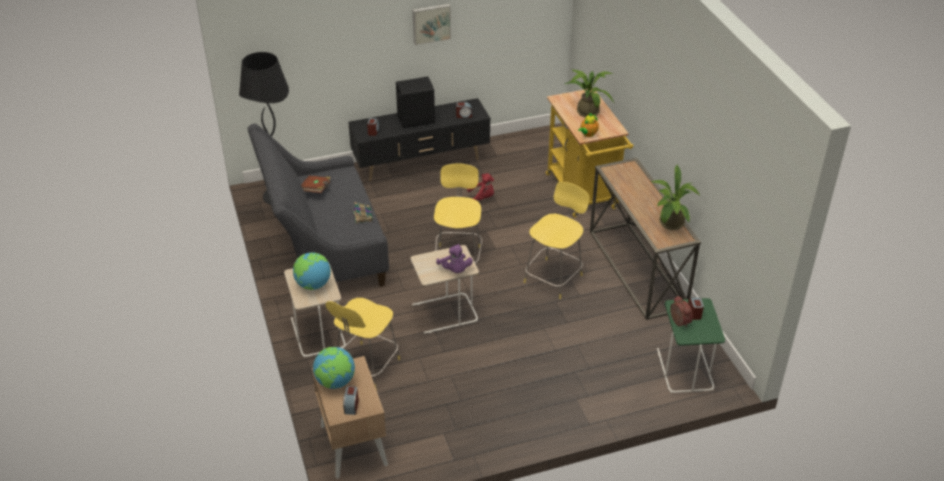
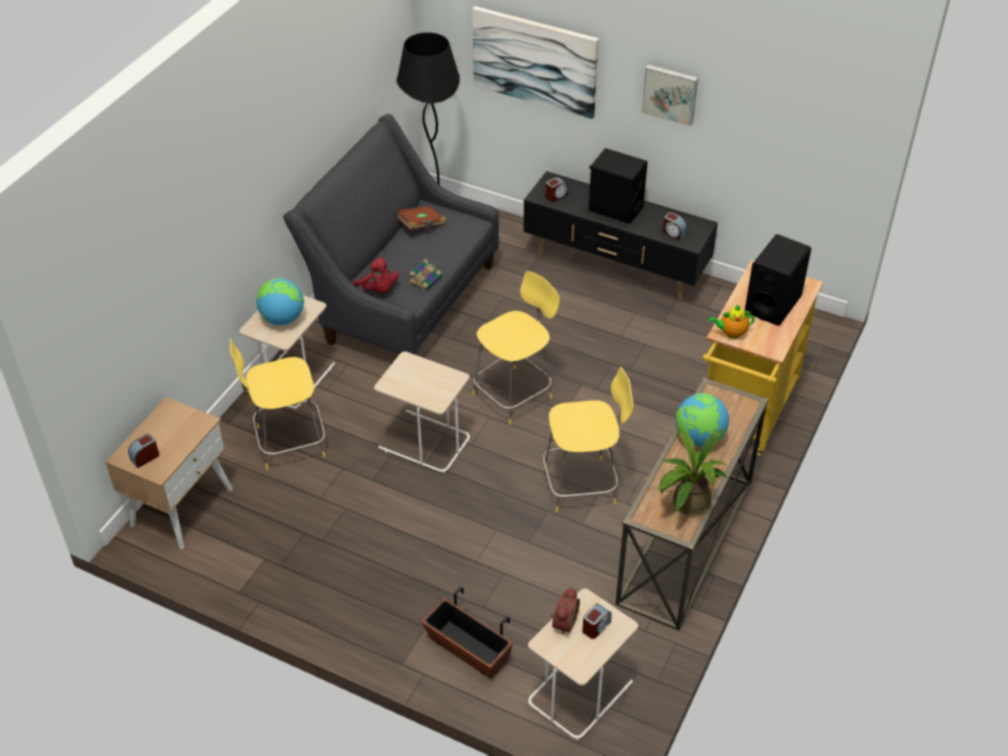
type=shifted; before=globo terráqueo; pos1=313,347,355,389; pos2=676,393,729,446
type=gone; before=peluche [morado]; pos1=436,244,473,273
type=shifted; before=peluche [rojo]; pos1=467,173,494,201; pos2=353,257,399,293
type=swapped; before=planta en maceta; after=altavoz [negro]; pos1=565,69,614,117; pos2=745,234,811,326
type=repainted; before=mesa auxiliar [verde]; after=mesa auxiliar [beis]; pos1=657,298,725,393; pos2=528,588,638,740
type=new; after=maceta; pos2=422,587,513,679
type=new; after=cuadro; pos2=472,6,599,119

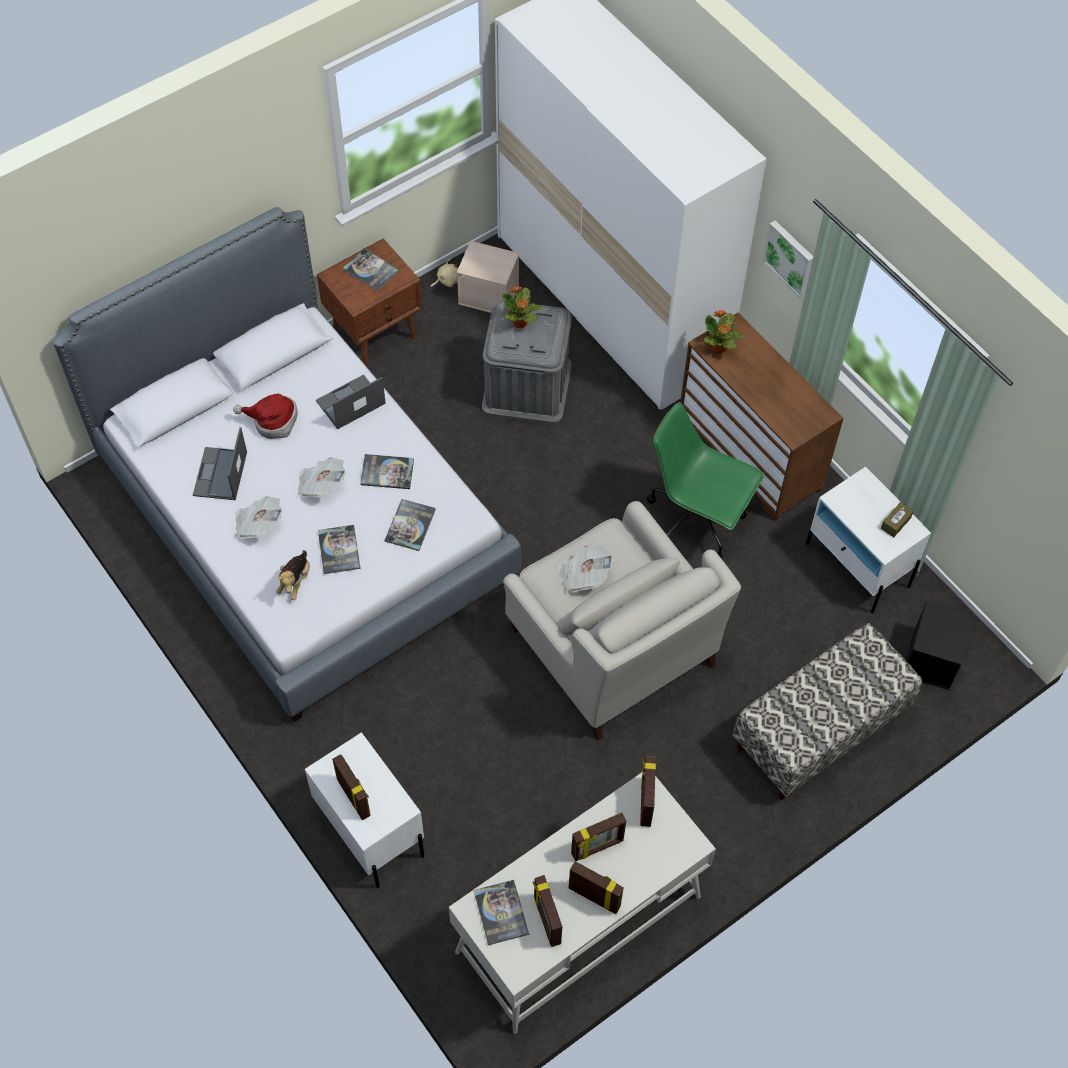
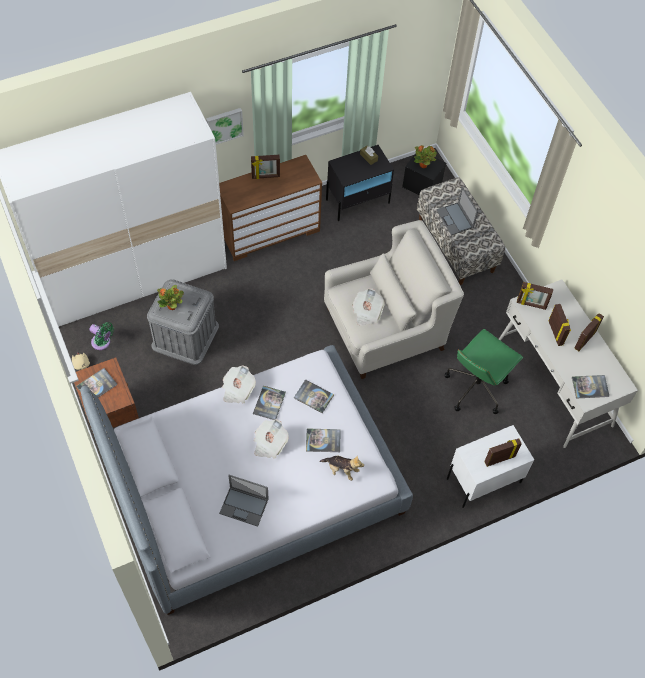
type=gone; before=sombrero; pos1=233,394,298,439
type=shifted; before=periódico; pos1=235,496,282,538; pos2=222,366,256,404
type=shifted; before=portátil; pos1=316,374,386,430; pos2=436,186,478,235
type=swapped; before=caja de almacenaje [beis]; after=ventilador [verde]; pos1=456,241,519,313; pos2=89,322,114,350
type=shifted; before=portarretratos; pos1=533,875,562,947; pos2=251,155,280,179
type=shifted; before=silla de oficina [verde]; pos1=647,402,765,559; pos2=445,329,523,414
type=shifted; before=planta en maceta; pos1=704,310,744,354; pos2=414,145,437,168
type=repainted; before=mesita de noche [blanco]; after=mesita de noche [negro]; pos1=806,467,931,613; pos2=326,145,394,221

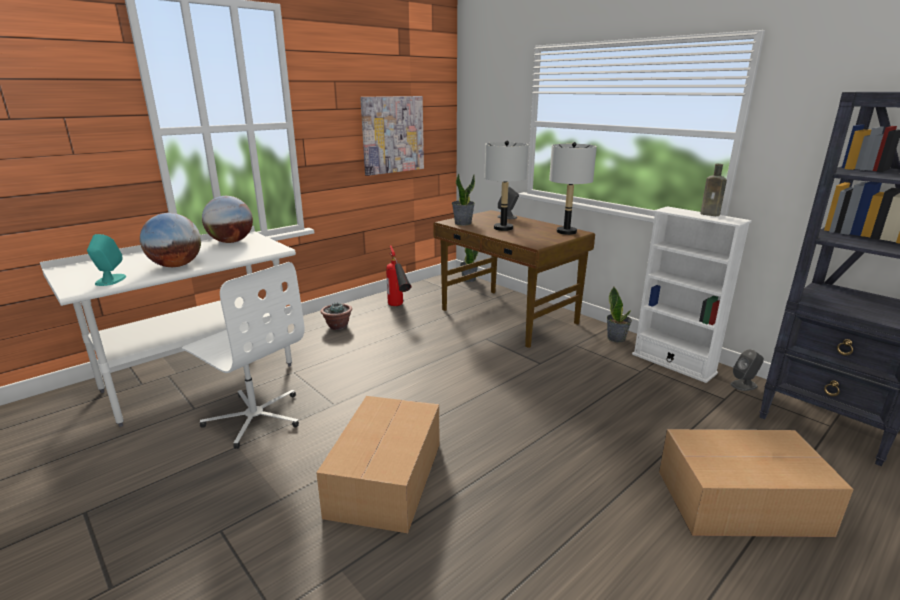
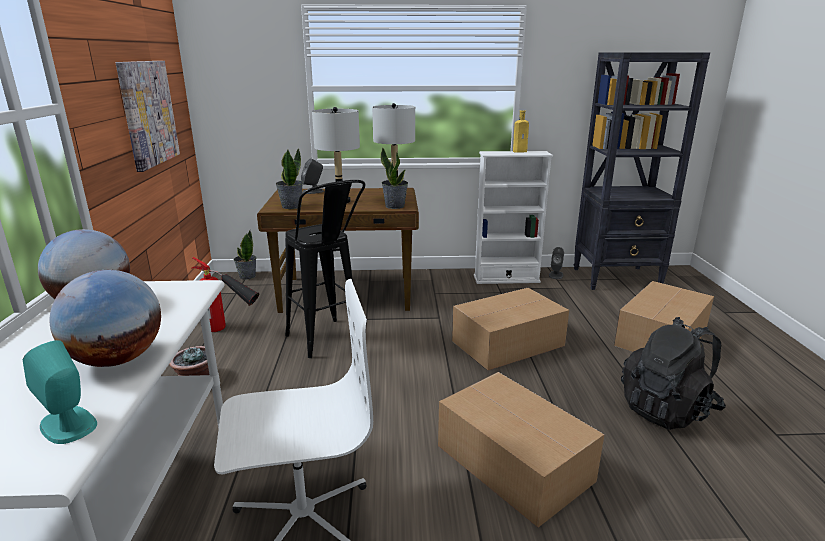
type=shifted; before=planta en maceta; pos1=607,287,632,343; pos2=380,147,408,209
type=repainted; before=botella [marrón]; after=botella [amarillo]; pos1=700,164,727,216; pos2=513,110,529,153
type=new; after=taburete [negro]; pos2=285,180,365,358
type=new; after=caja de cartón; pos2=452,288,569,371
type=new; after=mochila [negro]; pos2=621,317,726,430

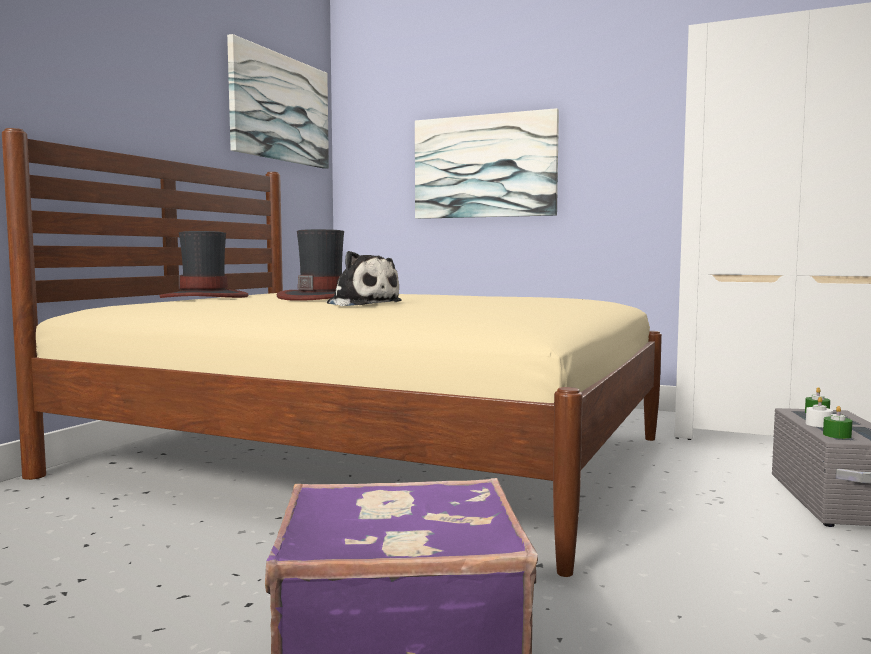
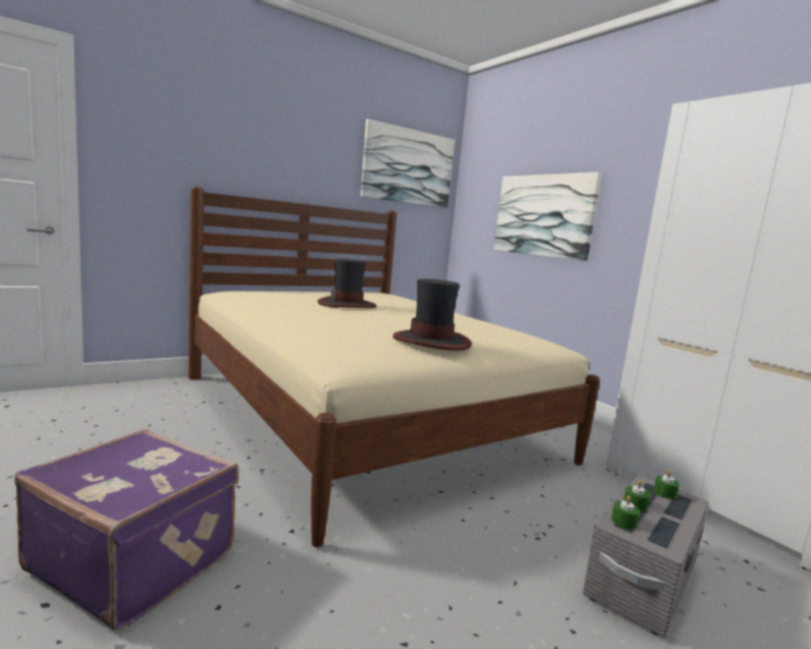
type=shifted; before=sombrero; pos1=159,231,248,298; pos2=393,279,472,351
type=gone; before=peluche; pos1=326,251,402,306
type=repainted; before=vela [blanco]; after=vela [verde]; pos1=806,397,833,427; pos2=624,480,650,511

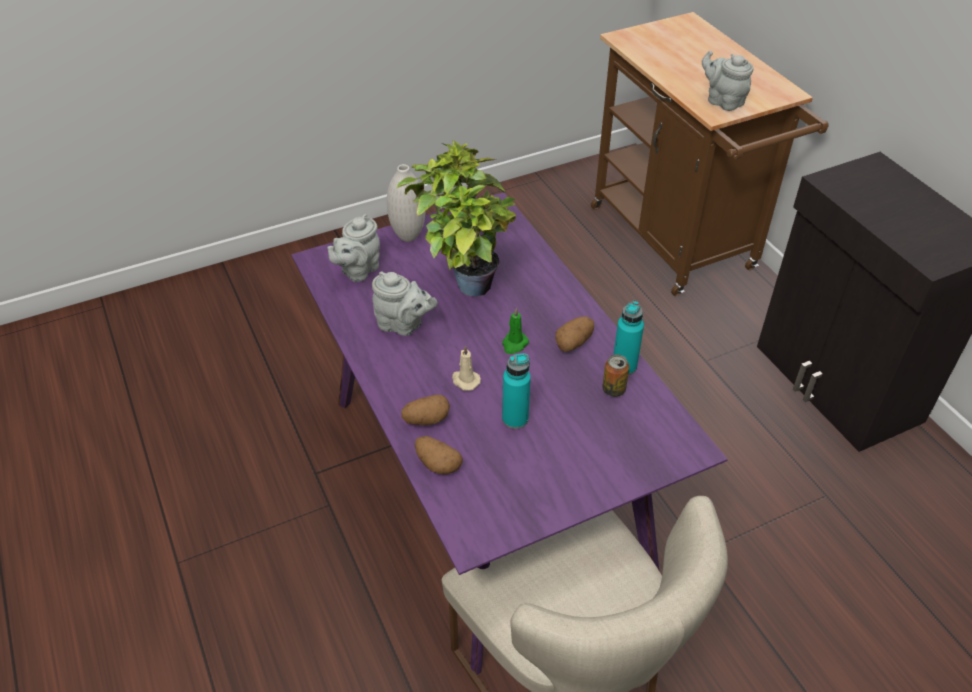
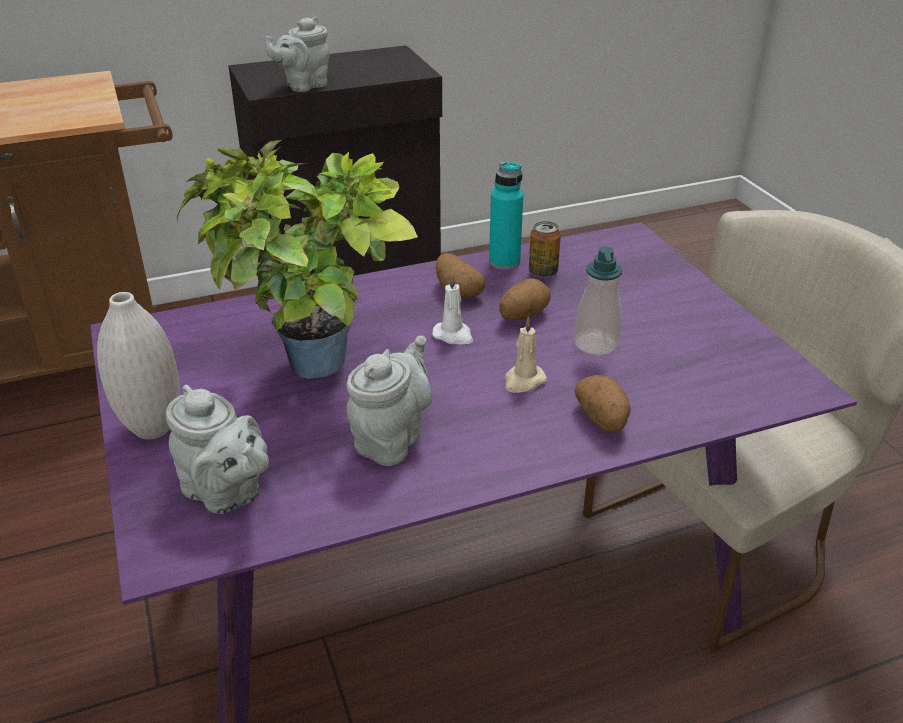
type=shifted; before=patata; pos1=415,436,463,475; pos2=499,278,551,321
type=repainted; before=vela [verde]; after=vela [blanco]; pos1=502,308,529,354; pos2=432,273,473,345
type=swapped; before=botella [turquesa]; after=dispensador de jabón; pos1=502,353,531,429; pos2=574,246,622,355
type=shifted; before=tetera [gris]; pos1=702,50,754,111; pos2=265,17,329,92

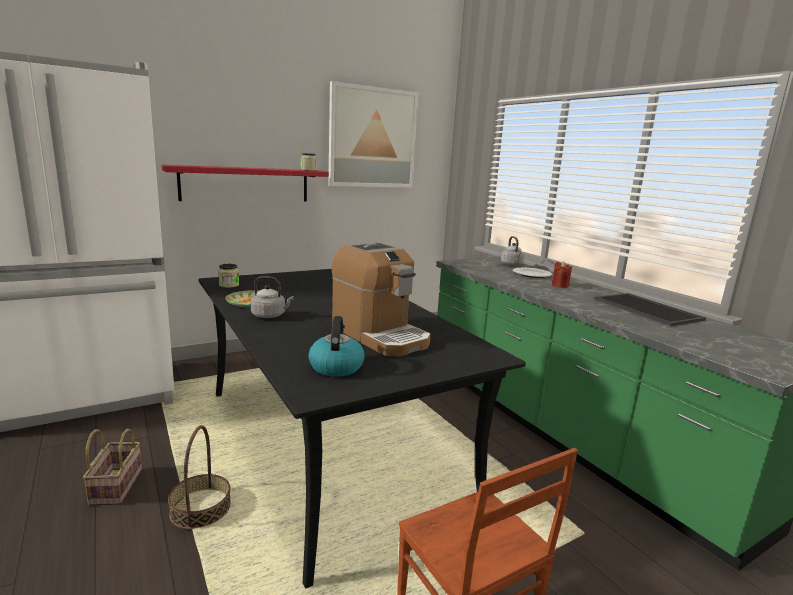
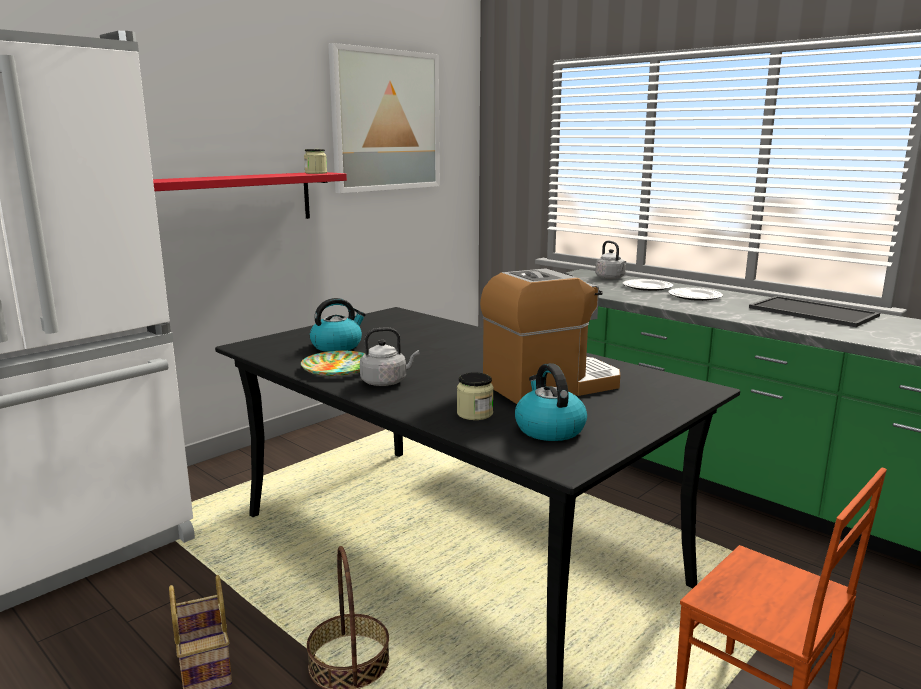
type=shifted; before=tarro; pos1=218,264,239,288; pos2=457,372,494,420
type=rotated; before=cafetera; pos1=332,242,431,356; pos2=480,268,620,404; turn=-60
type=swapped; before=vela [rojo]; after=plato; pos1=552,261,572,288; pos2=668,288,723,301
type=new; after=hervidor; pos2=310,298,366,352

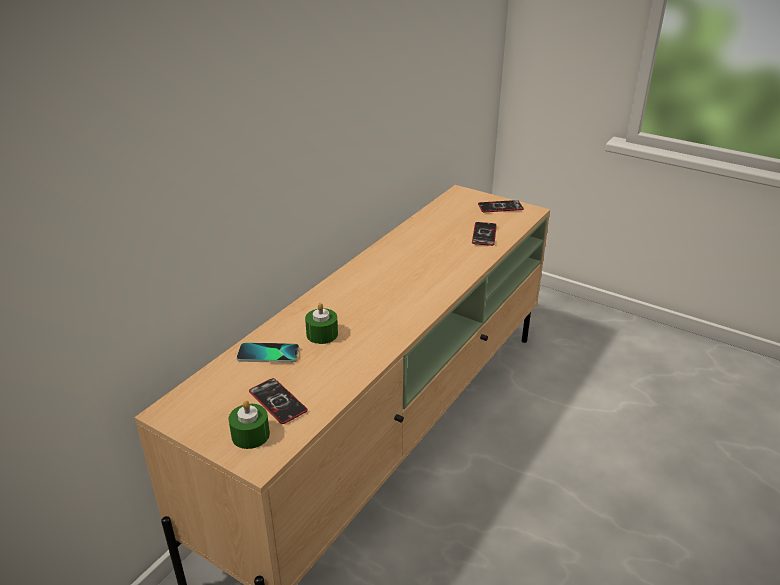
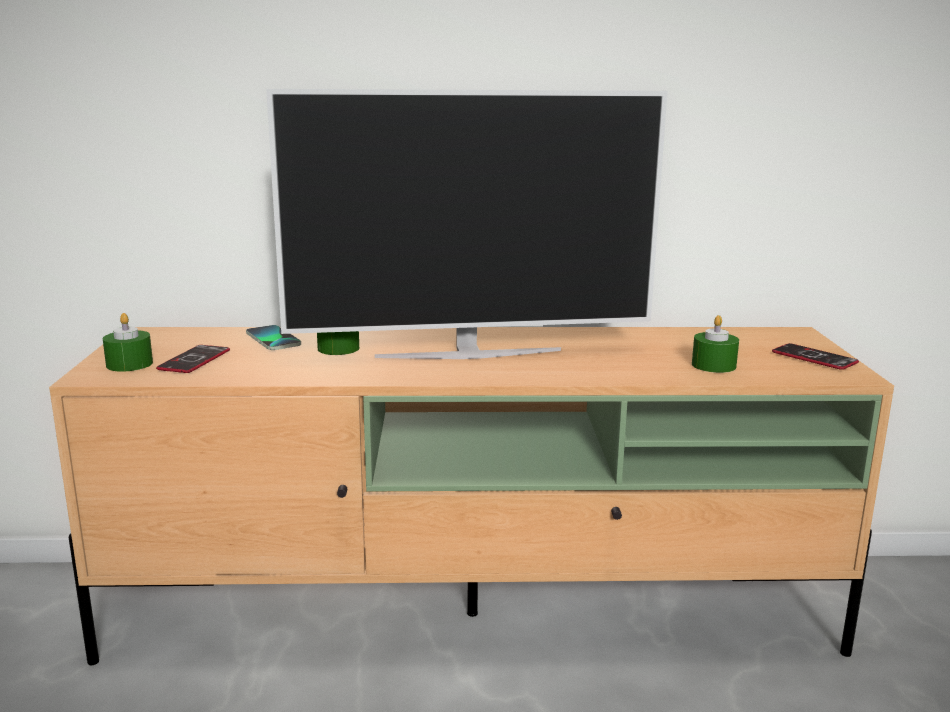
type=swapped; before=móvil; after=vela [verde]; pos1=472,222,497,246; pos2=692,315,739,373
type=new; after=televisor; pos2=266,89,668,359

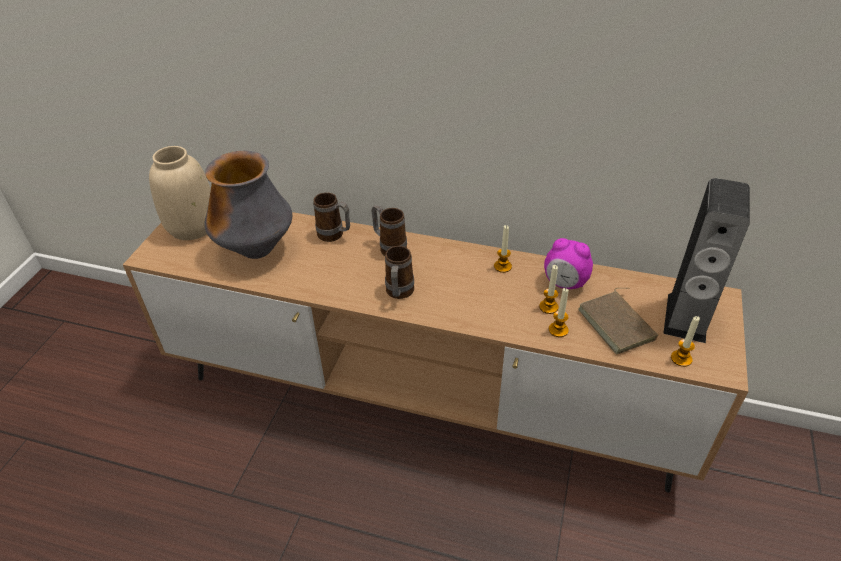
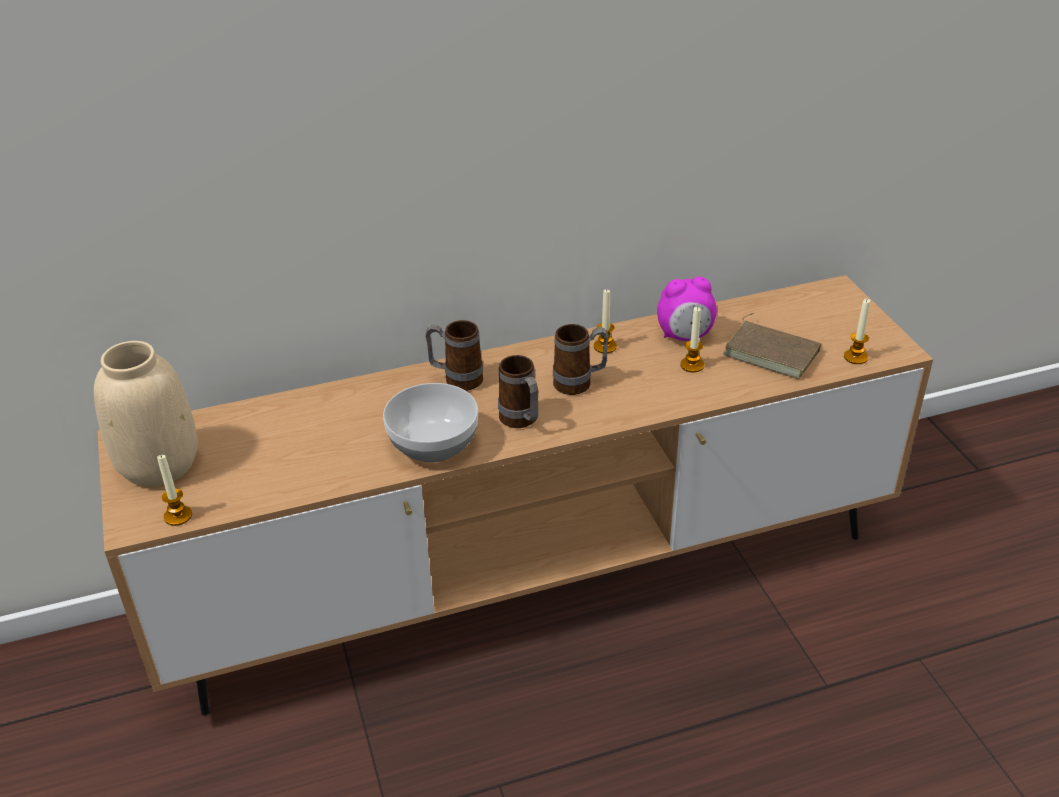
type=gone; before=florero; pos1=204,151,292,259
type=shifted; before=taza grande; pos1=313,192,350,242; pos2=553,324,609,395
type=shifted; before=vela; pos1=549,288,569,337; pos2=157,454,192,526
type=gone; before=altavoz; pos1=663,178,750,343
type=new; after=cuenco; pos2=383,383,478,462

